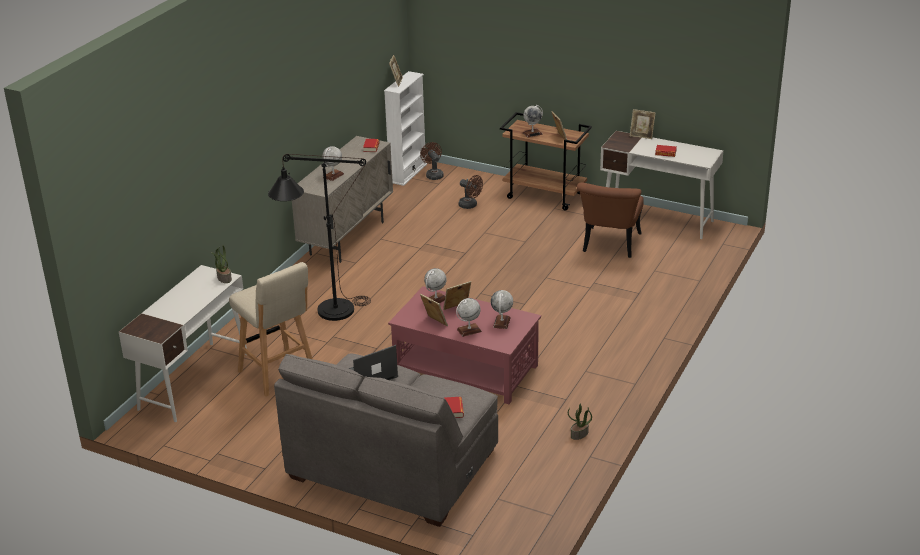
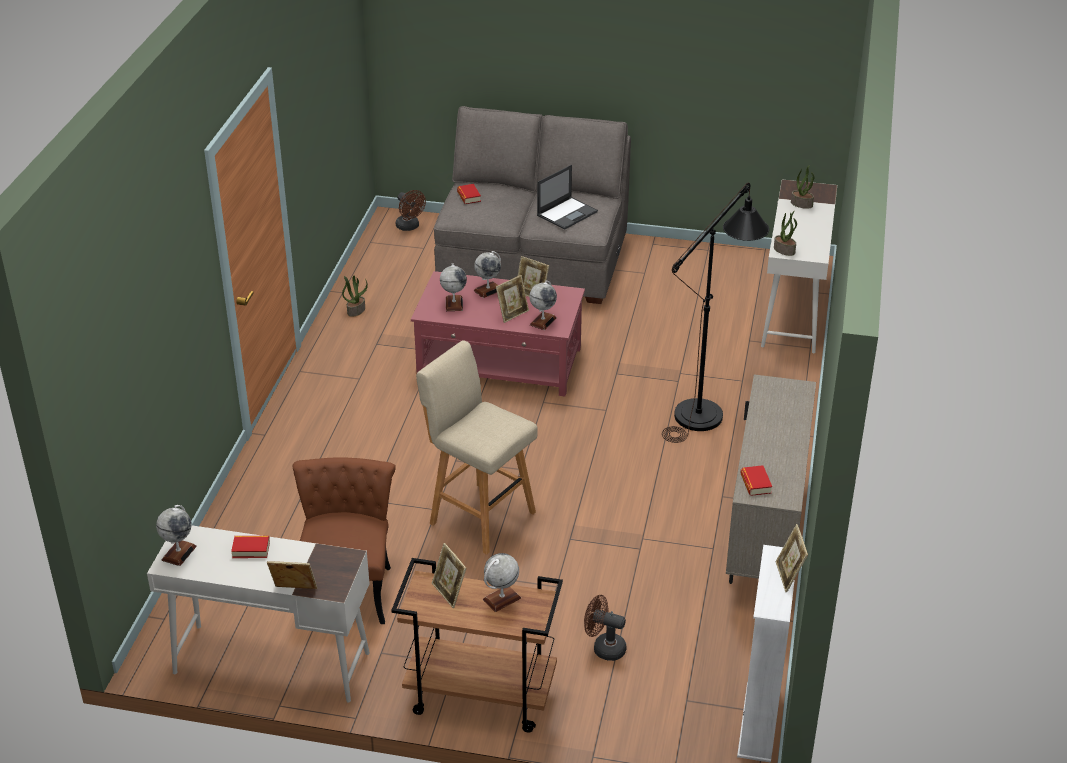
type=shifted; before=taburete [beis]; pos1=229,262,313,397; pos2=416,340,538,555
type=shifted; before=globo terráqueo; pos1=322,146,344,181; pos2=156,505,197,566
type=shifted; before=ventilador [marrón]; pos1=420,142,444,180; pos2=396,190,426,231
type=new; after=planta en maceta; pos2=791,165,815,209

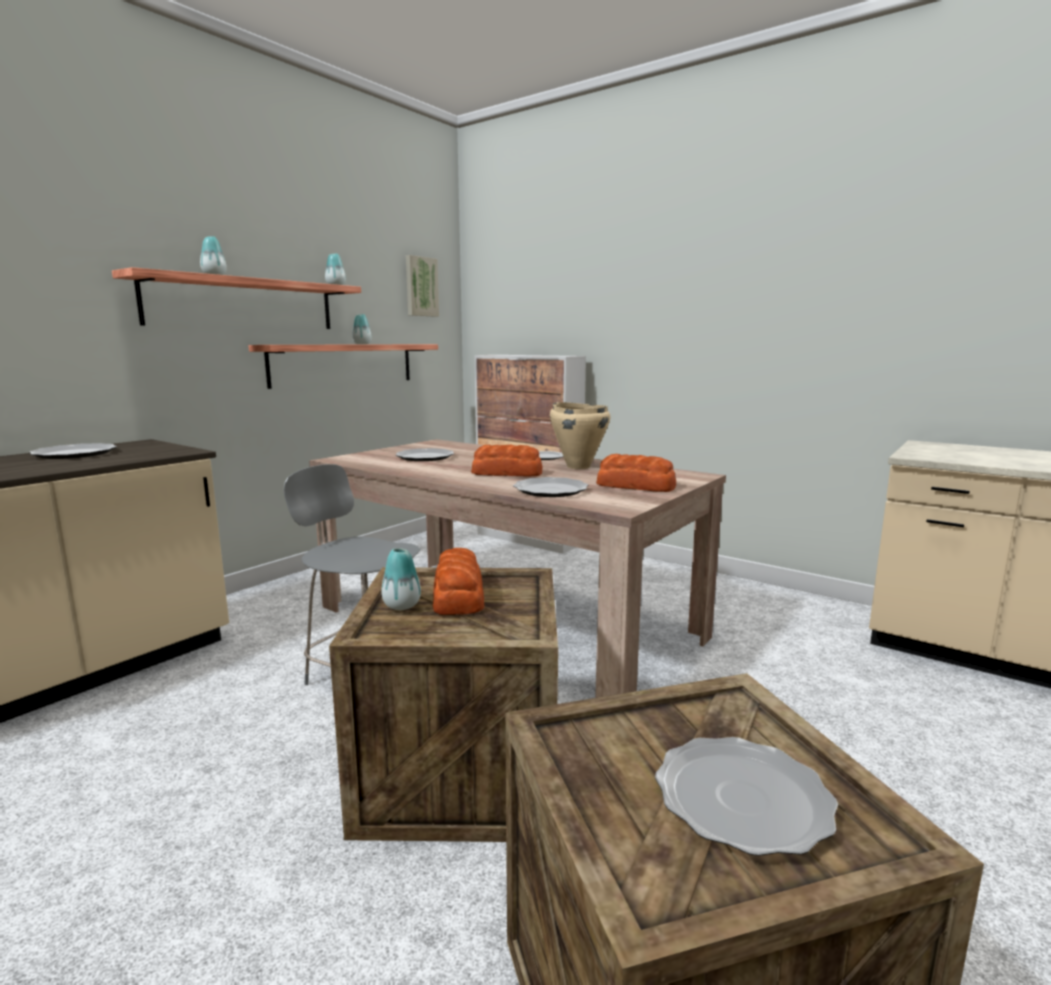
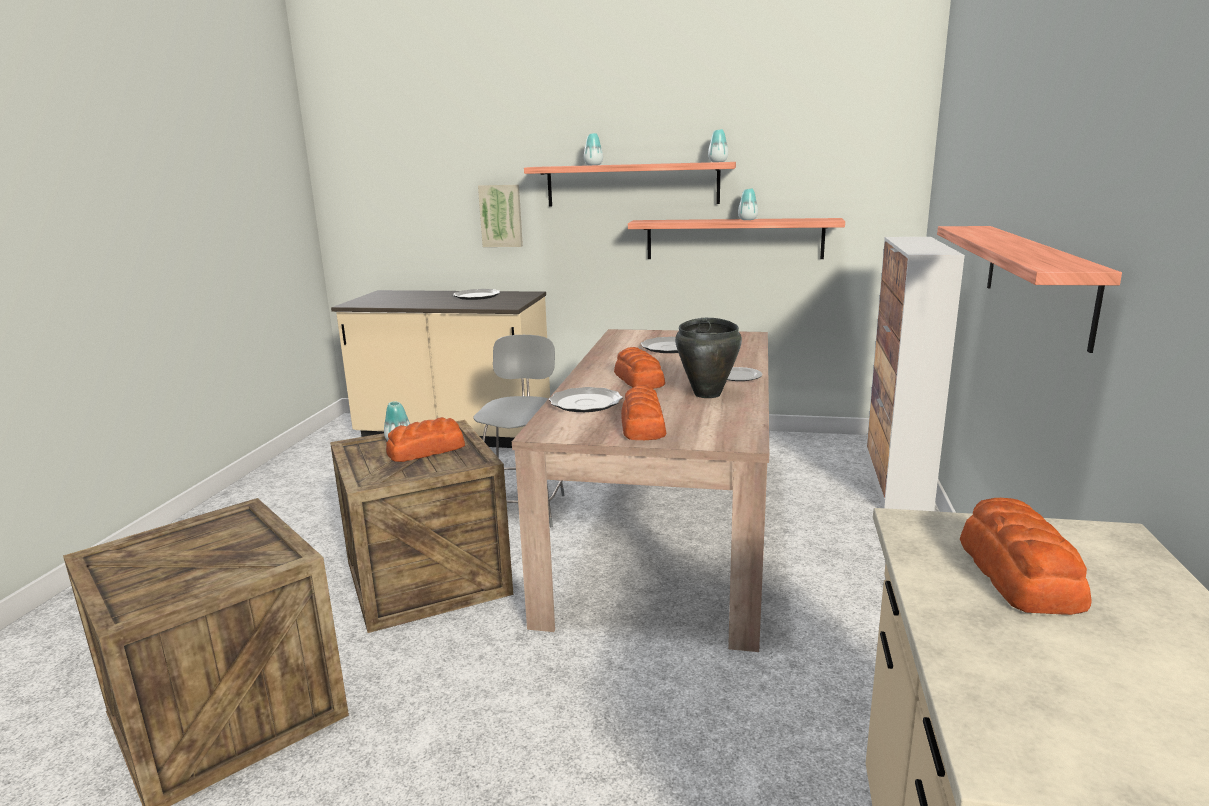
type=shifted; before=cuadro; pos1=406,255,439,317; pos2=478,185,523,247
type=repainted; before=olla [beis]; after=olla [negro]; pos1=550,402,610,469; pos2=675,318,742,398
type=gone; before=plato; pos1=655,737,838,856
type=new; after=estante; pos2=937,226,1122,353
type=new; after=pan; pos2=960,498,1092,615

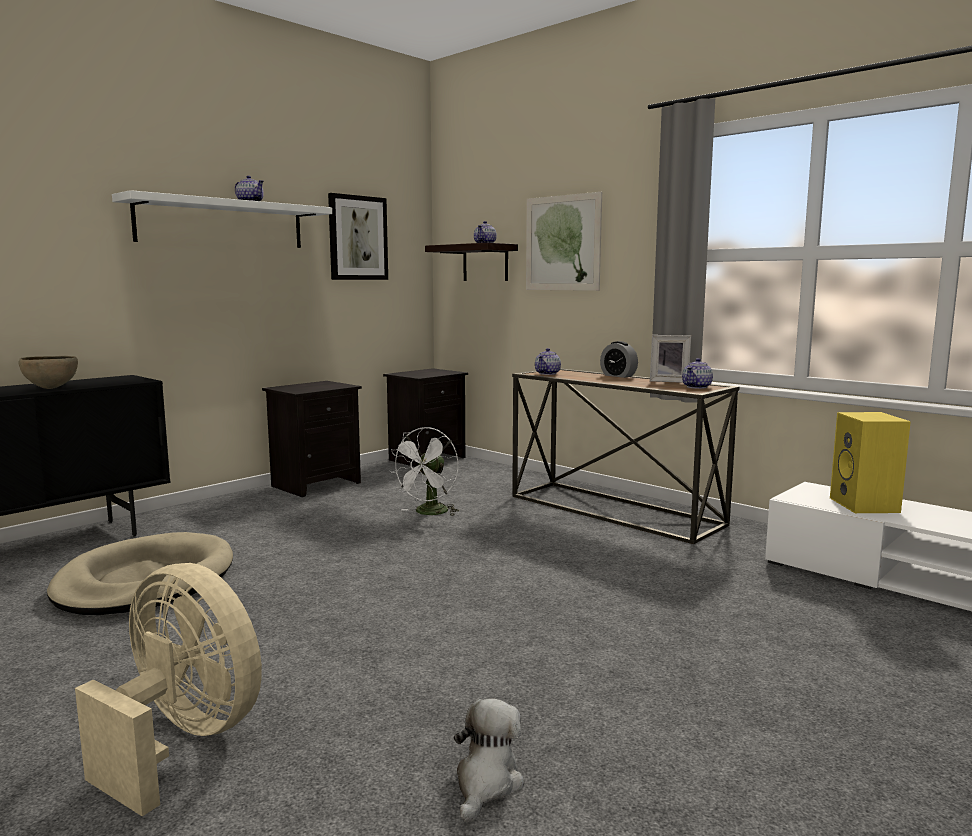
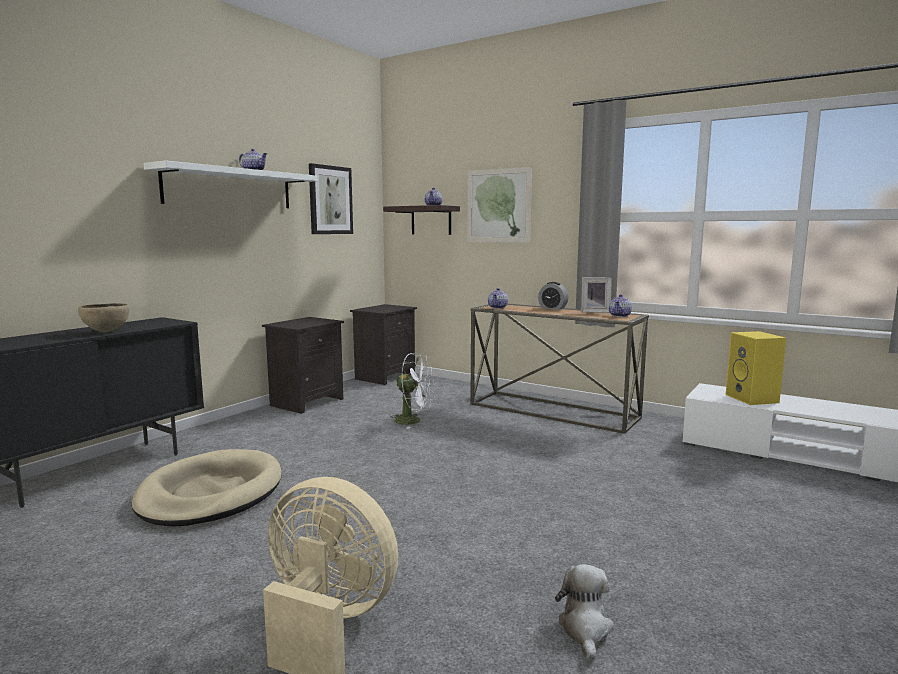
type=rotated; before=ventilador [blanco]; pos1=389,427,458,516; pos2=391,353,435,429; turn=-90

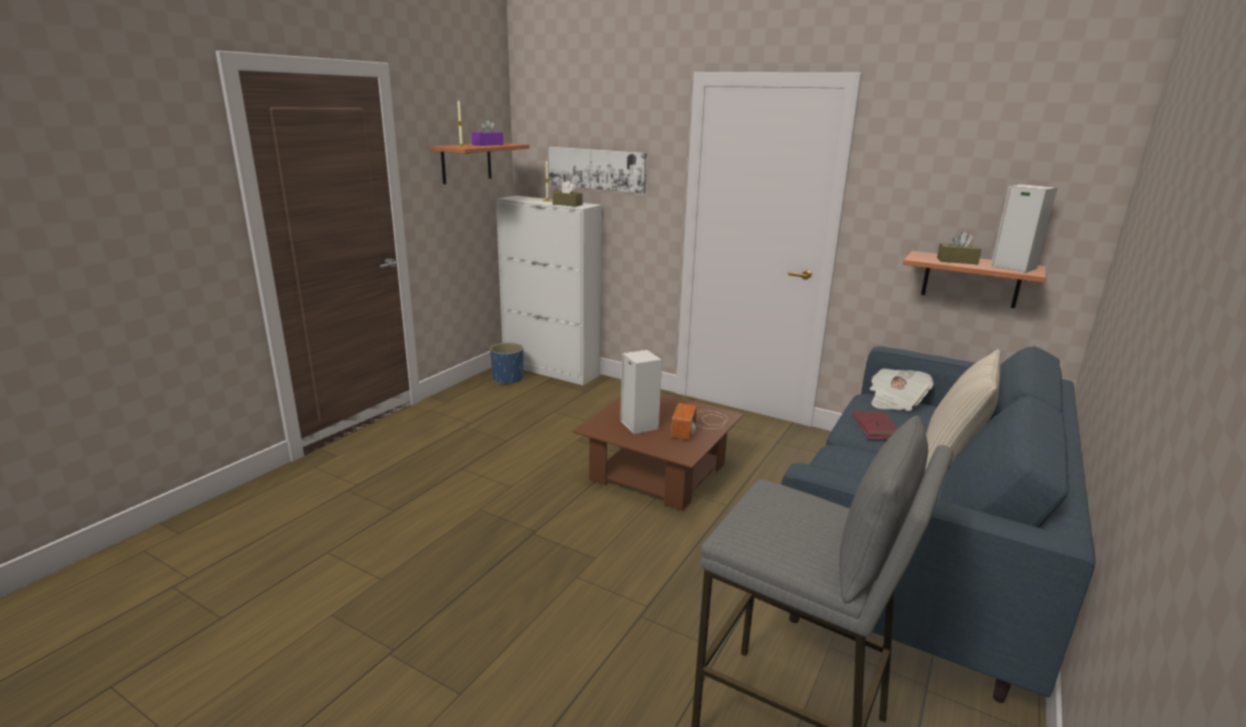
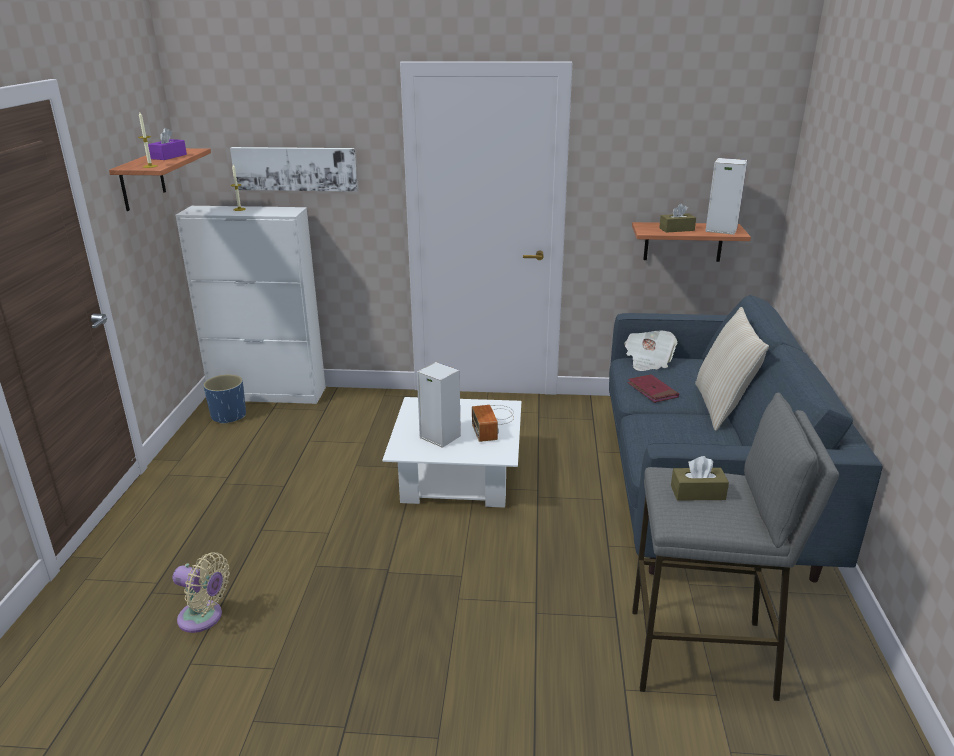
type=shifted; before=caja de pañuelos [marrón]; pos1=552,181,582,207; pos2=671,456,729,501
type=repainted; before=mesa de centro [marrón]; after=mesa de centro [blanco]; pos1=572,393,744,511; pos2=382,397,521,508
type=new; after=ventilador [beis]; pos2=173,552,230,633

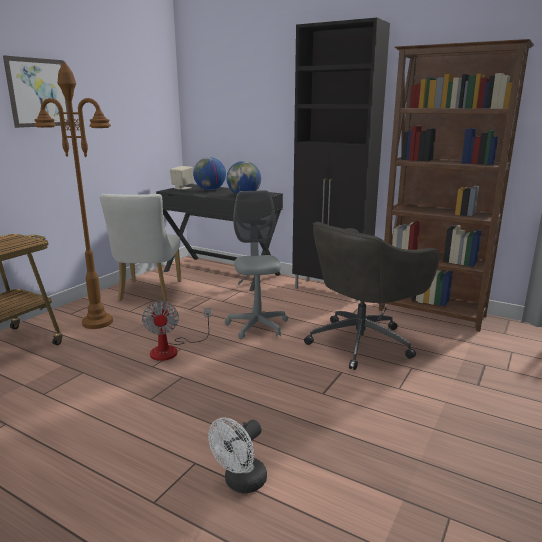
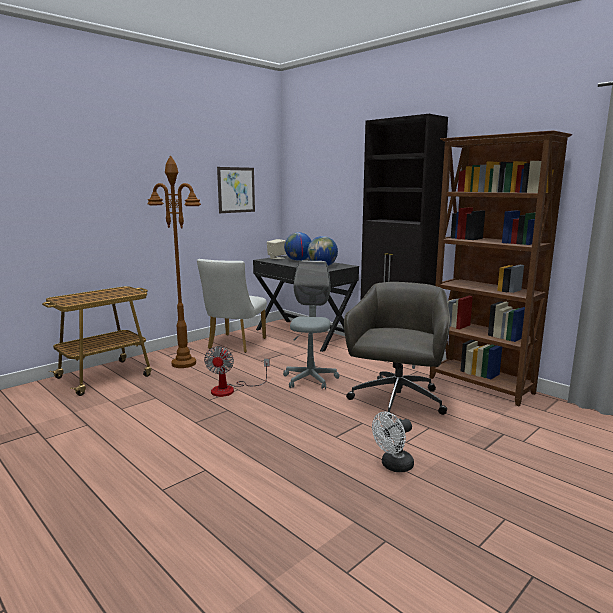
type=shifted; before=cuadro; pos1=3,55,69,128; pos2=217,167,255,213
type=shifted; before=ventilador [blanco]; pos1=208,417,267,493; pos2=372,412,414,472
type=rotated; before=silla de oficina [gris]; pos1=304,222,440,370; pos2=344,282,450,419; turn=135

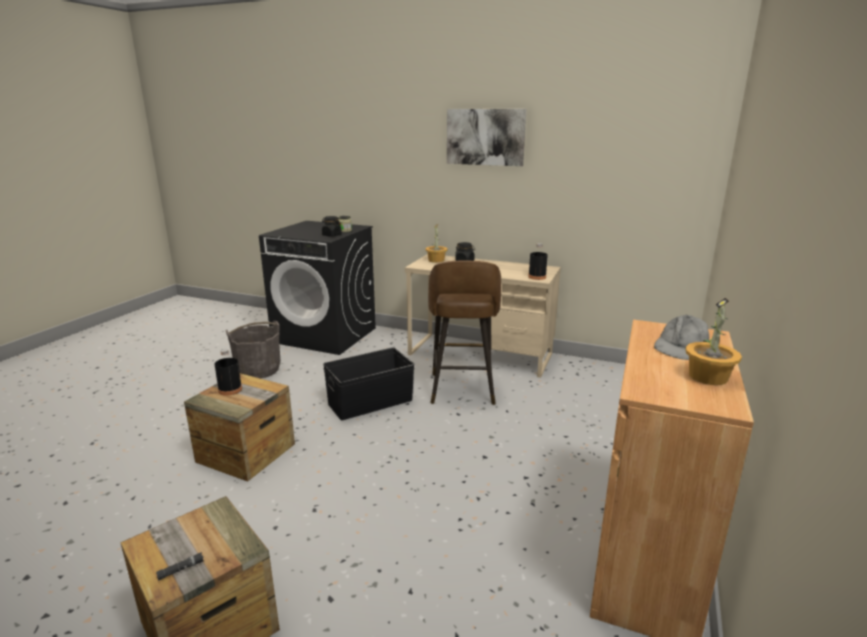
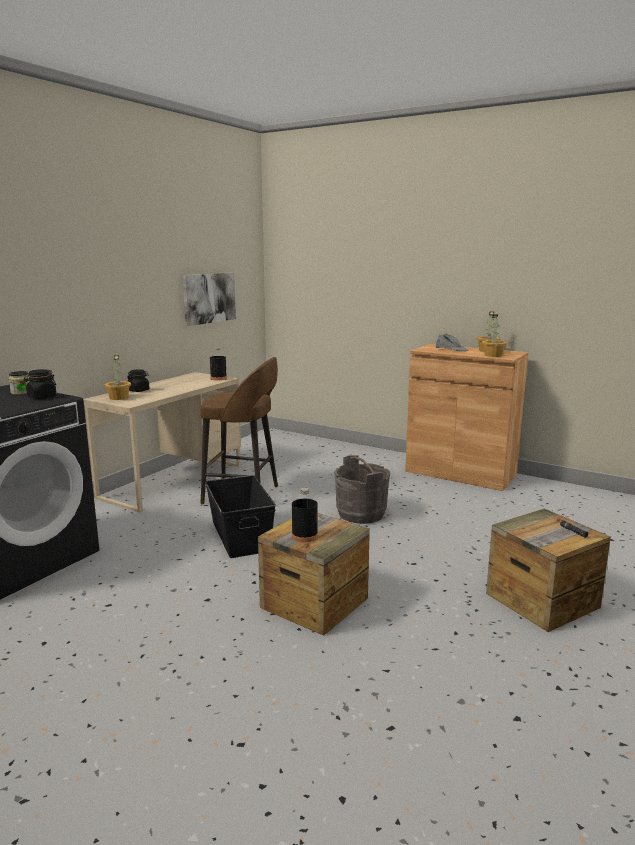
type=shifted; before=cubo [gris]; pos1=225,321,280,378; pos2=334,456,390,524
type=shifted; before=cuadro; pos1=447,109,526,166; pos2=182,273,236,326
type=new; after=planta en maceta; pos2=482,315,507,357

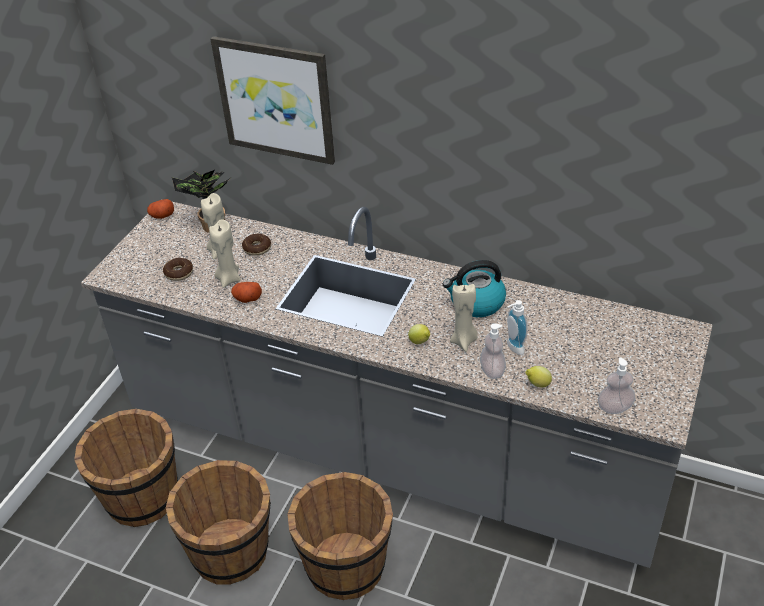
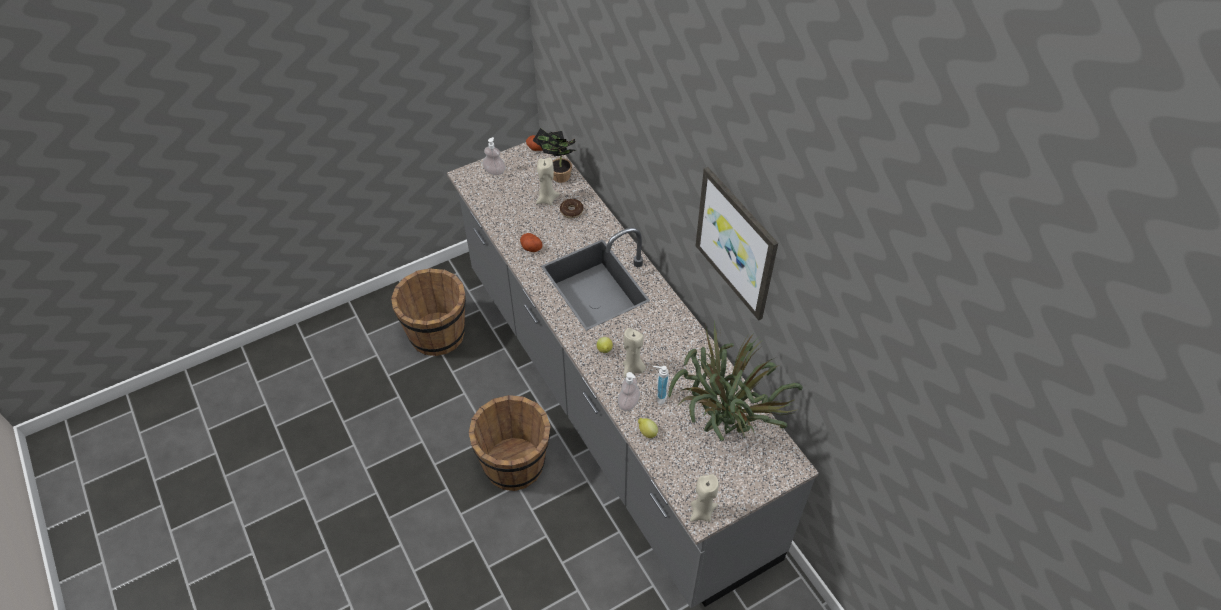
type=gone; before=rosquilla; pos1=163,258,193,281
type=gone; before=cubo [marrón]; pos1=166,460,271,585
type=shifted; before=vela [beis]; pos1=209,219,241,288; pos2=690,474,719,522
type=shifted; before=cuadro; pos1=211,36,335,165; pos2=696,167,778,321
type=gone; before=hervidor; pos1=443,260,506,317
type=shifted; before=dispensador de jabón; pos1=598,357,636,414; pos2=483,137,505,175
type=new; after=planta en maceta; pos2=668,320,803,441

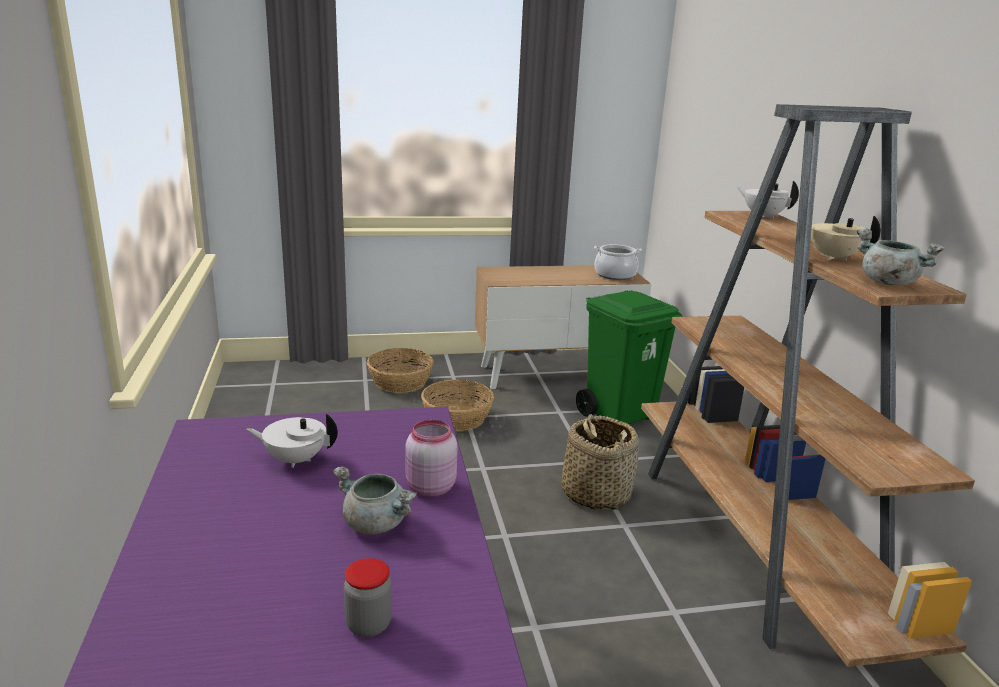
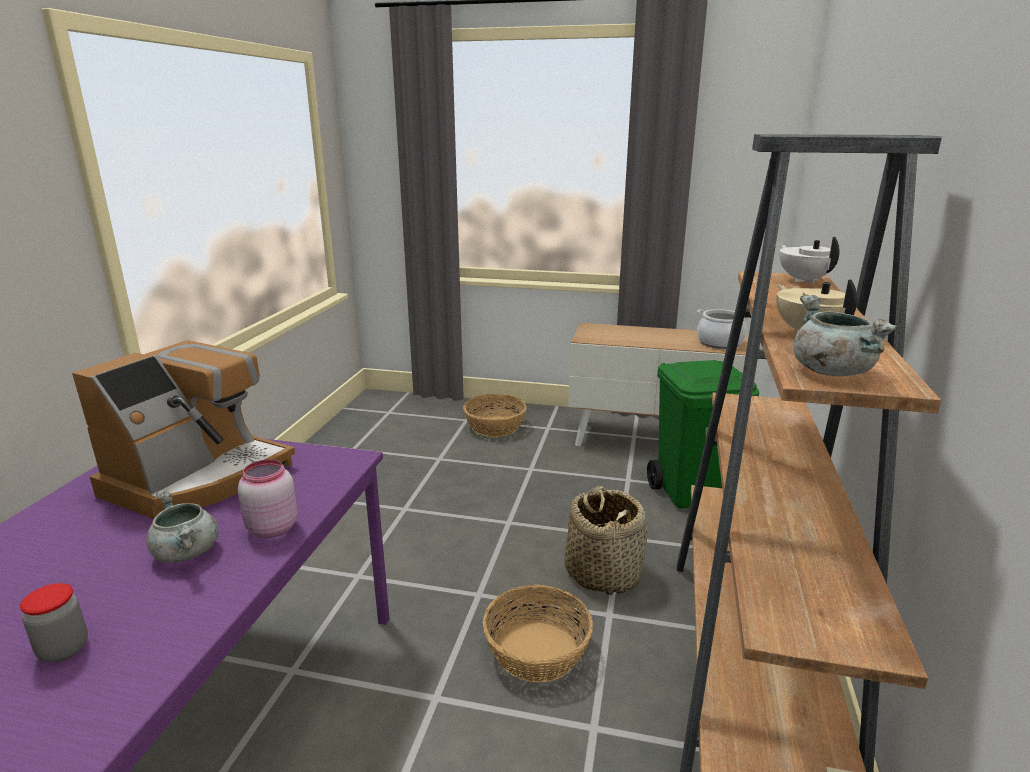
type=swapped; before=tetera [blanco]; after=cafetera; pos1=246,413,338,468; pos2=72,340,295,519
type=shifted; before=cesta; pos1=421,379,494,431; pos2=483,585,593,682

